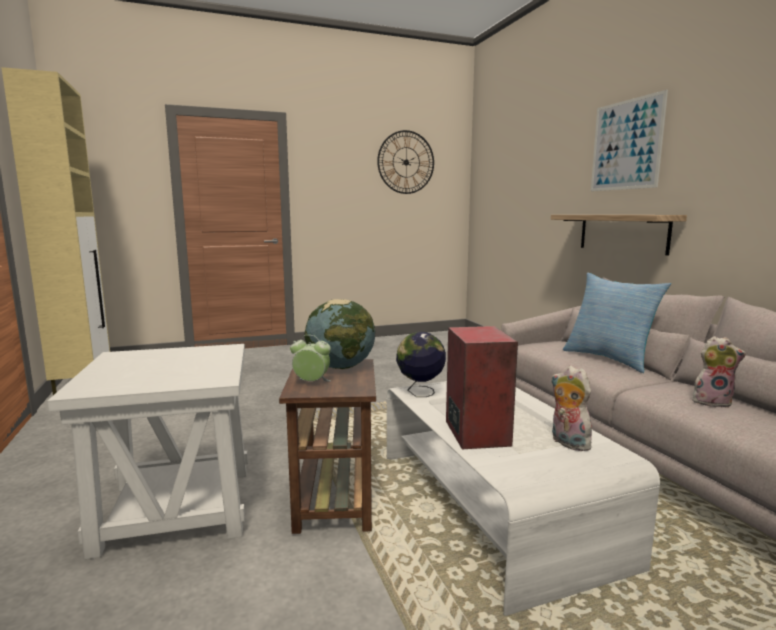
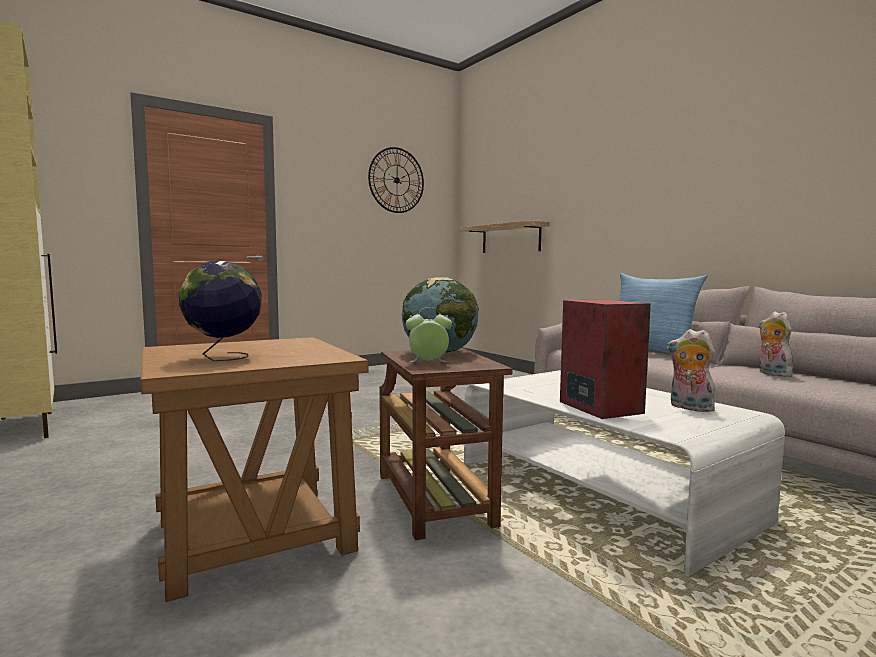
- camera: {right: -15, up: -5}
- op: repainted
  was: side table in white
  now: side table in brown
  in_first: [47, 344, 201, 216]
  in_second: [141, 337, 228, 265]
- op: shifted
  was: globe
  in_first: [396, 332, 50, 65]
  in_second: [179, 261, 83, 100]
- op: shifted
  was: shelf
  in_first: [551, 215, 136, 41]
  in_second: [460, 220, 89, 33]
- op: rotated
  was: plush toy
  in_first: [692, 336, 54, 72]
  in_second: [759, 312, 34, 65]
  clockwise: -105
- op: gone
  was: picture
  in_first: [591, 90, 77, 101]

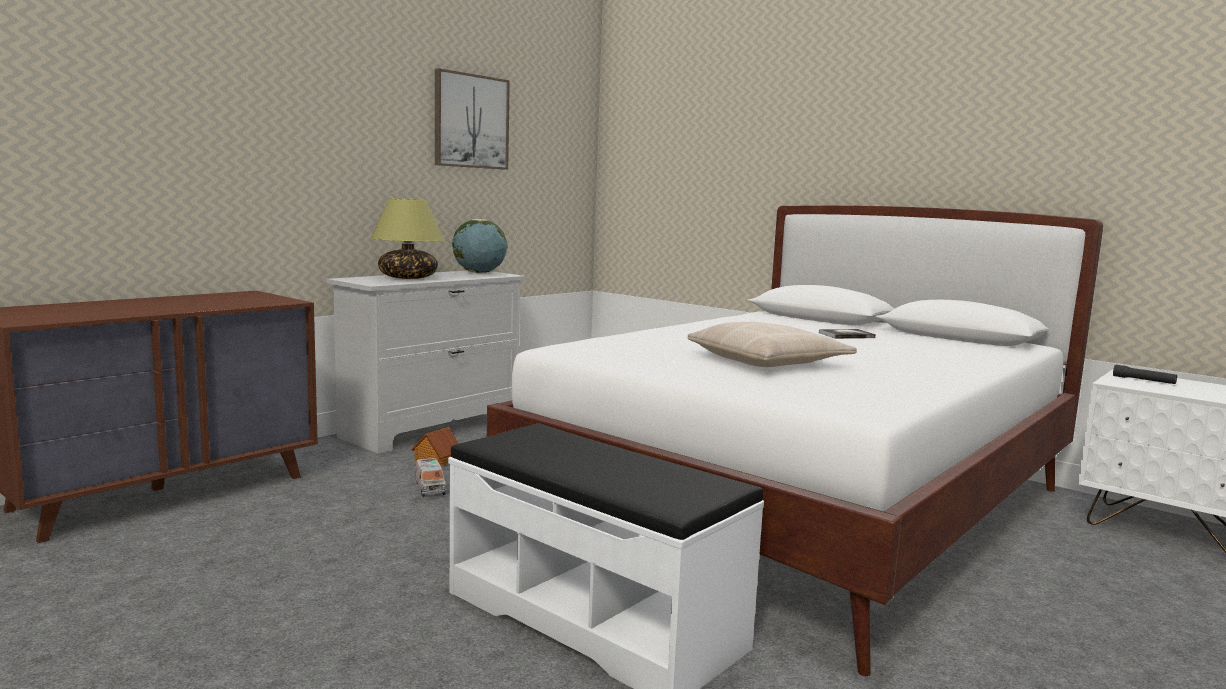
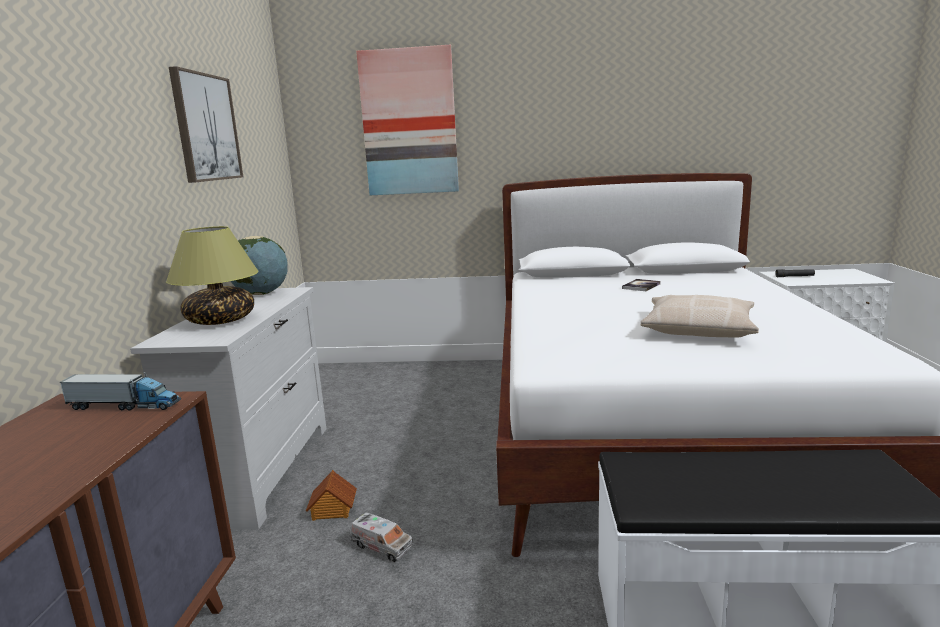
- camera: {right: -35, up: 5}
- op: new
  now: toy truck
  in_second: [59, 372, 122, 39]
- op: new
  now: picture
  in_second: [356, 45, 103, 150]

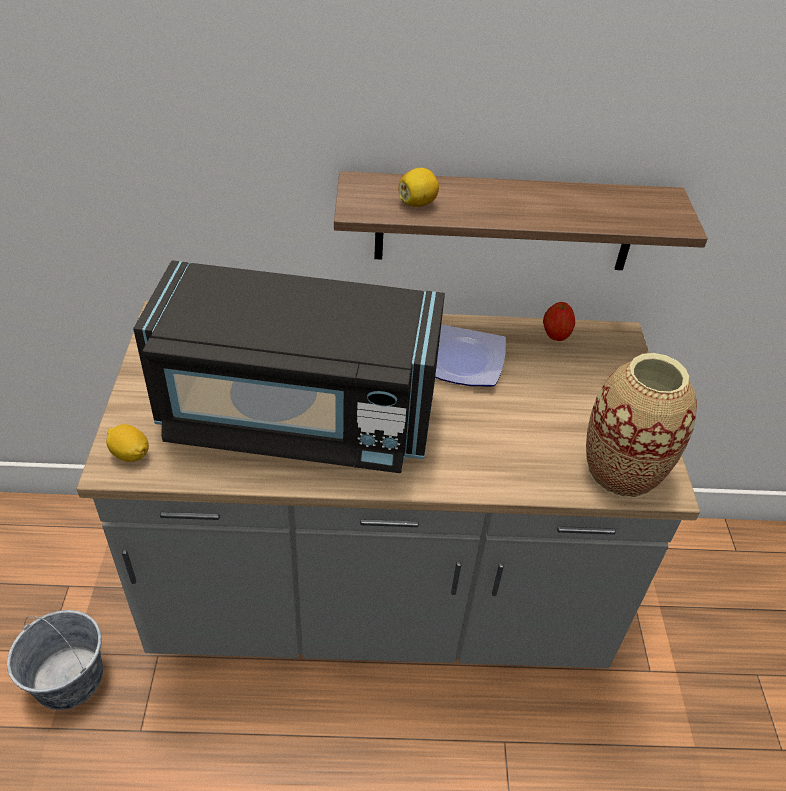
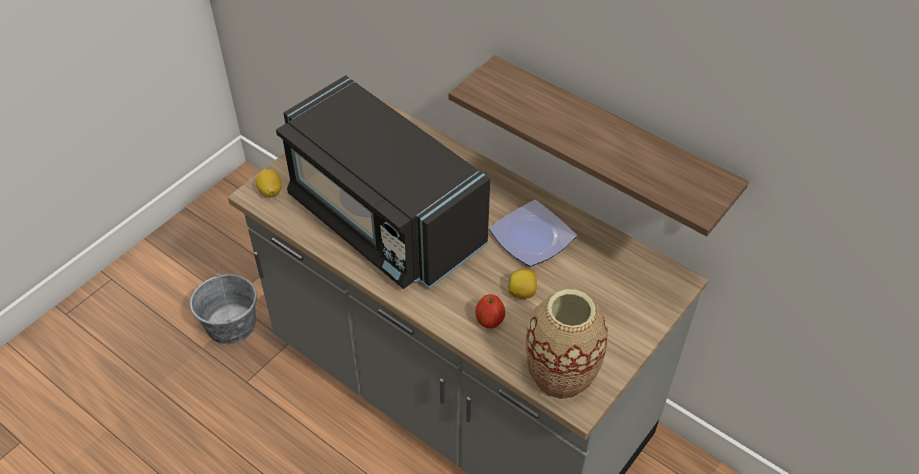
- camera: {right: 40, up: 5}
- op: shifted
  was: apple
  in_first: [543, 302, 32, 39]
  in_second: [475, 294, 30, 34]
- op: shifted
  was: lemon
  in_first: [398, 168, 41, 39]
  in_second: [507, 269, 30, 30]

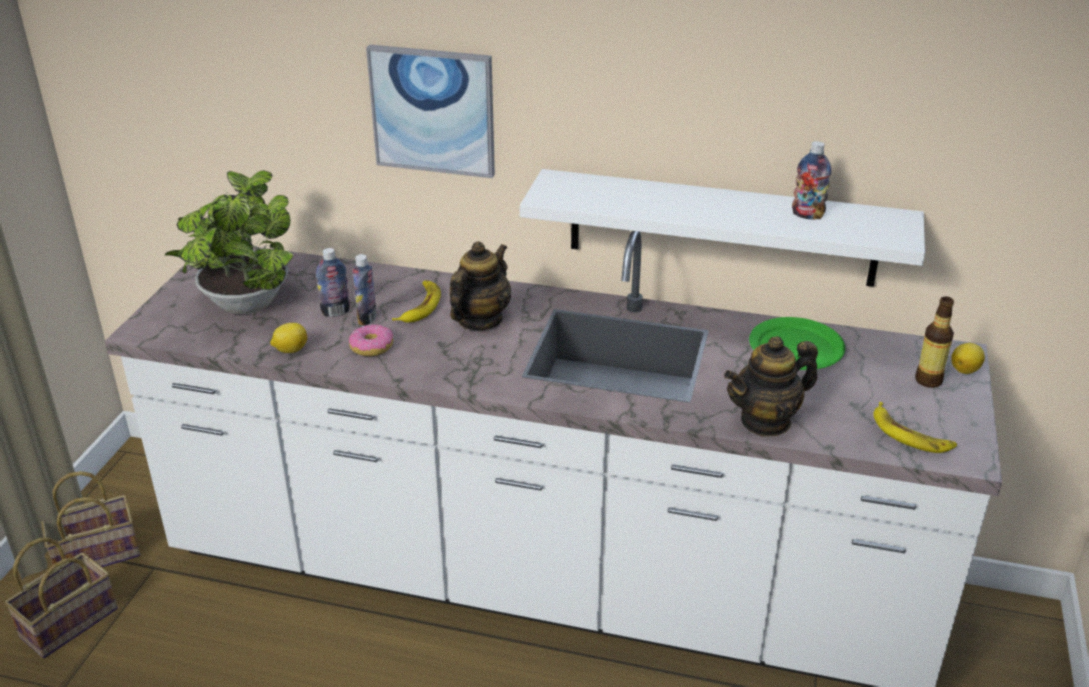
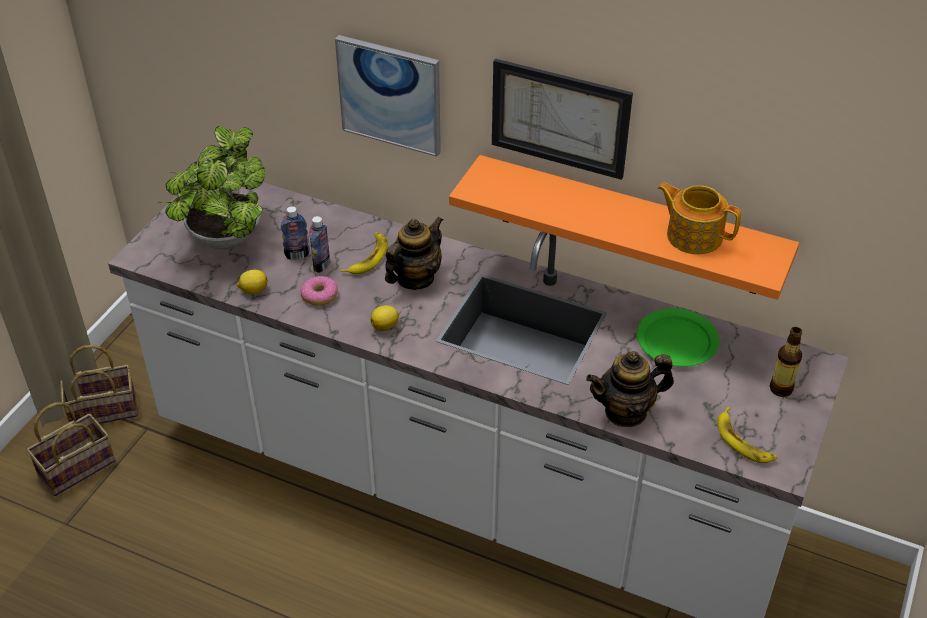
- camera: {right: 10, up: 10}
- op: shifted
  was: lemon
  in_first: [951, 343, 34, 31]
  in_second: [371, 305, 28, 26]
- op: repainted
  was: shelf in white
  now: shelf in orange
  in_first: [520, 169, 405, 118]
  in_second: [449, 155, 350, 145]
- op: new
  now: picture
  in_second: [492, 59, 141, 121]
- op: swapped
  was: bottle
  now: teapot
  in_first: [792, 141, 39, 79]
  in_second: [657, 183, 84, 71]

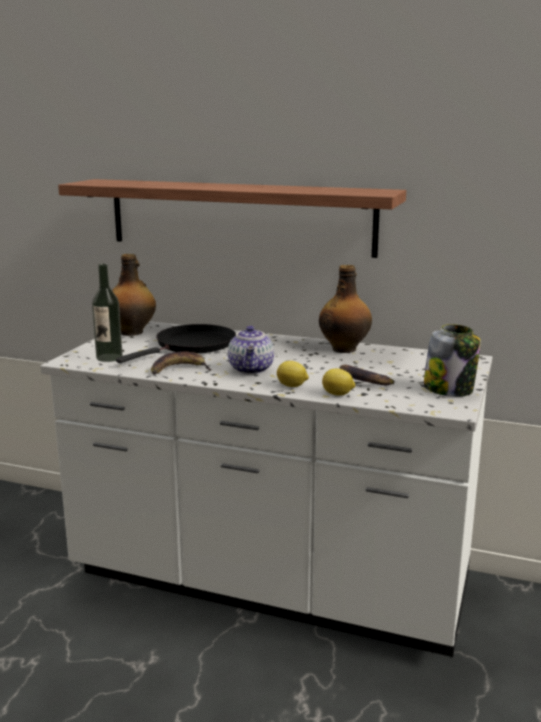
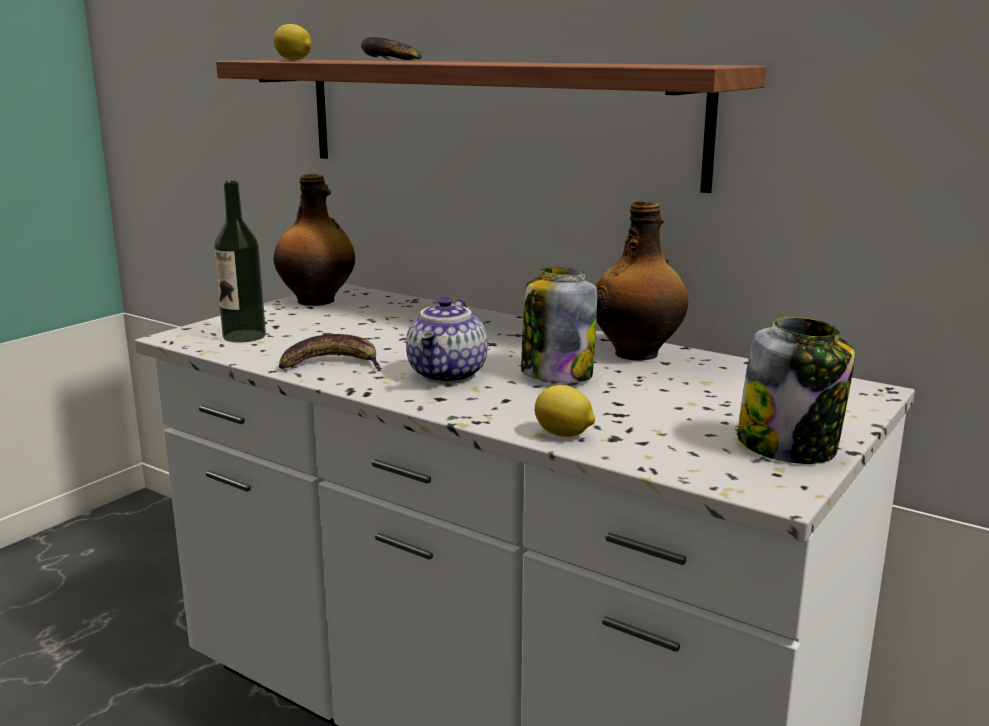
- camera: {right: 15, up: 0}
- op: shifted
  was: lemon
  in_first: [277, 361, 32, 26]
  in_second: [273, 24, 39, 36]
- op: shifted
  was: banana
  in_first: [339, 365, 55, 21]
  in_second: [361, 37, 61, 23]
- op: new
  now: jar
  in_second: [521, 267, 76, 116]
- op: gone
  was: frying pan in black
  in_first: [116, 324, 120, 39]

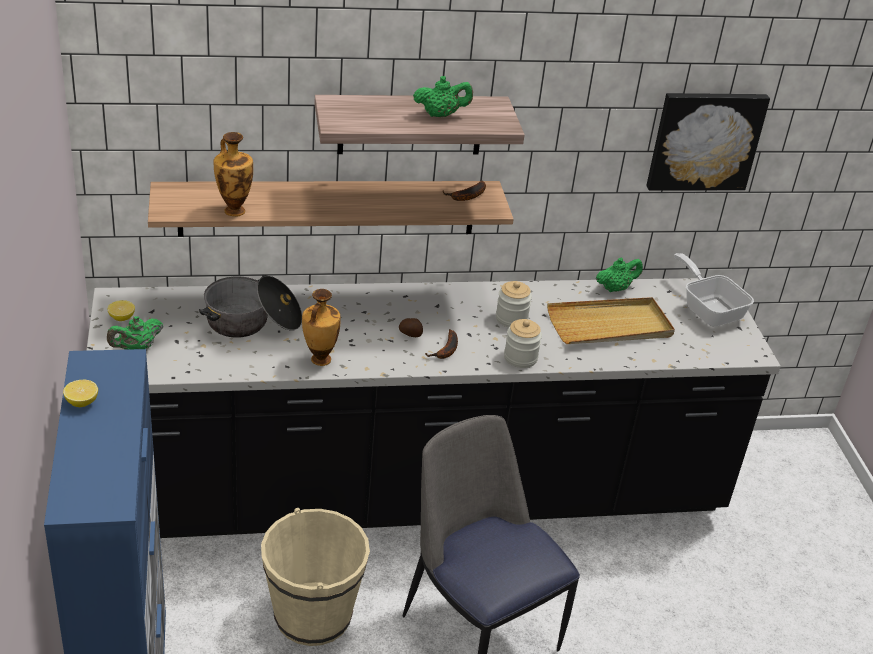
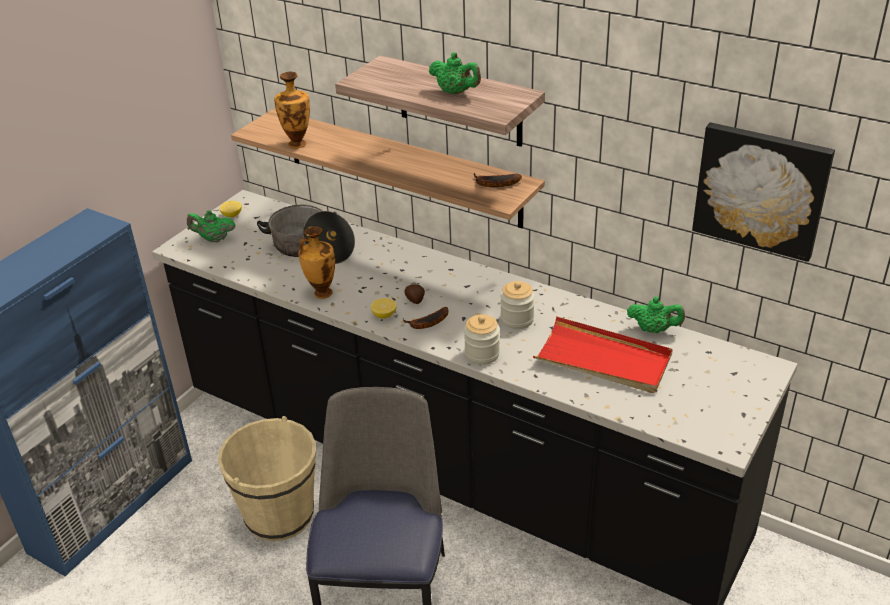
- camera: {right: 45, up: 0}
- op: shifted
  was: lemon
  in_first: [63, 380, 35, 27]
  in_second: [371, 298, 26, 21]
- op: repainted
  was: tray in beige
  now: tray in red
  in_first: [547, 297, 128, 47]
  in_second: [533, 316, 140, 77]
- op: gone
  was: frying pan
  in_first: [674, 253, 80, 74]

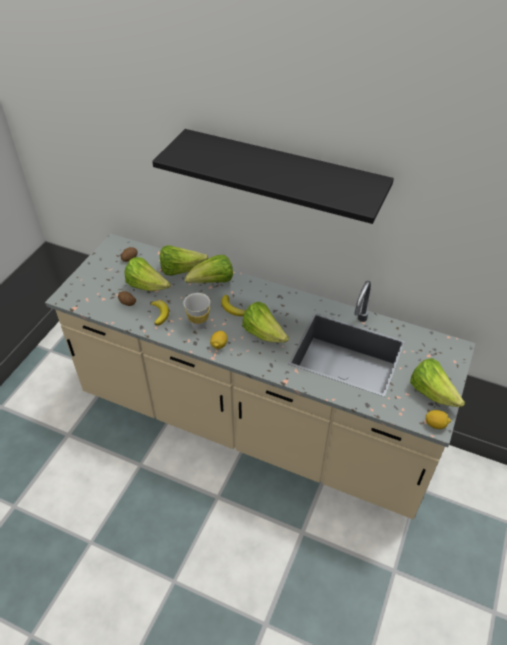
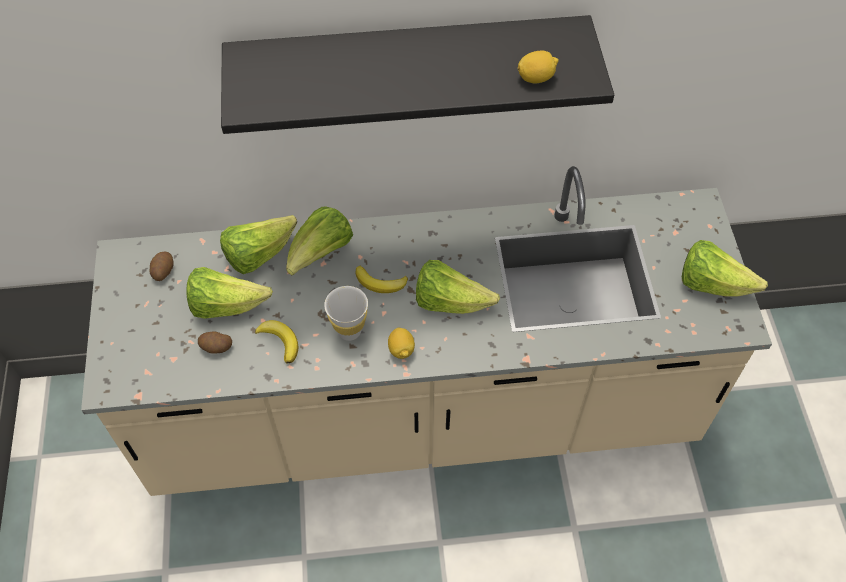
- camera: {right: -30, up: 10}
- op: shifted
  was: lemon
  in_first: [426, 410, 25, 19]
  in_second: [518, 51, 41, 32]

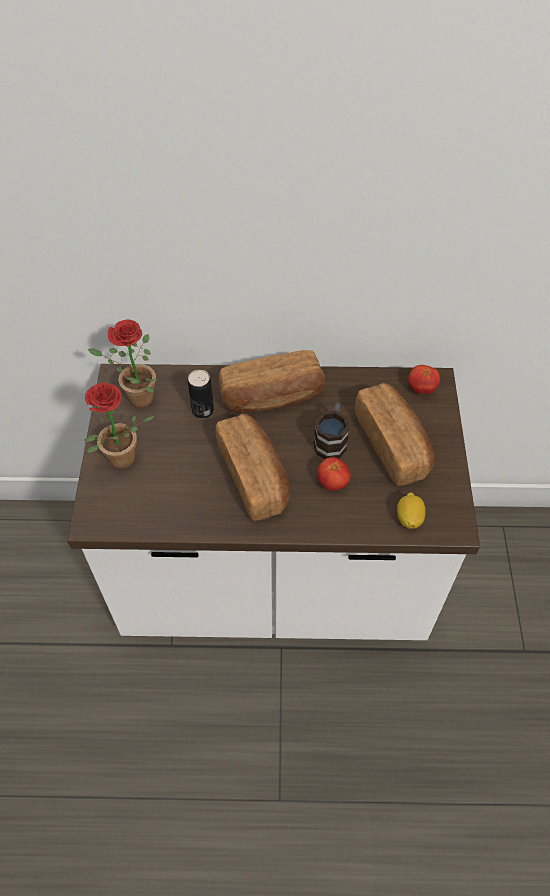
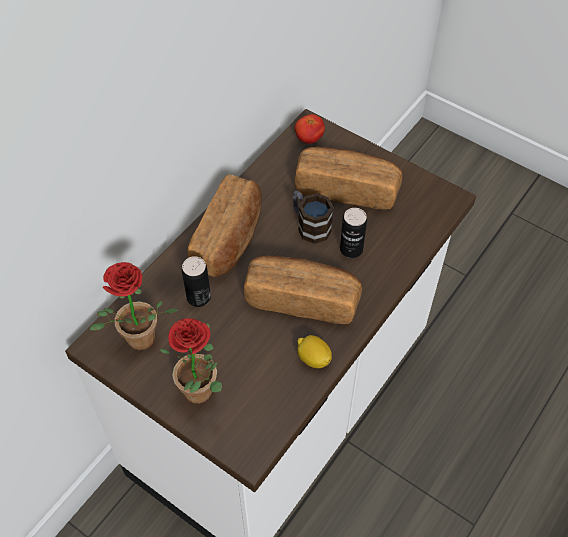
- camera: {right: -55, up: 0}
- op: shifted
  was: lemon
  in_first: [397, 492, 29, 37]
  in_second: [297, 335, 35, 33]
- op: swapped
  was: tomato
  now: can
  in_first: [317, 457, 34, 33]
  in_second: [340, 208, 27, 50]

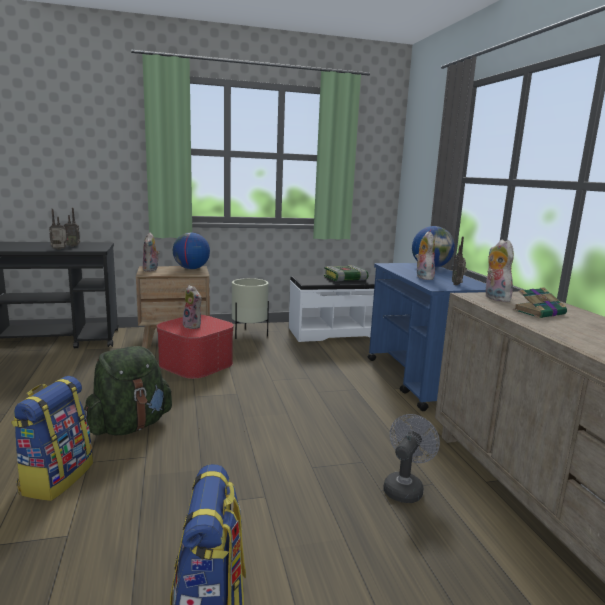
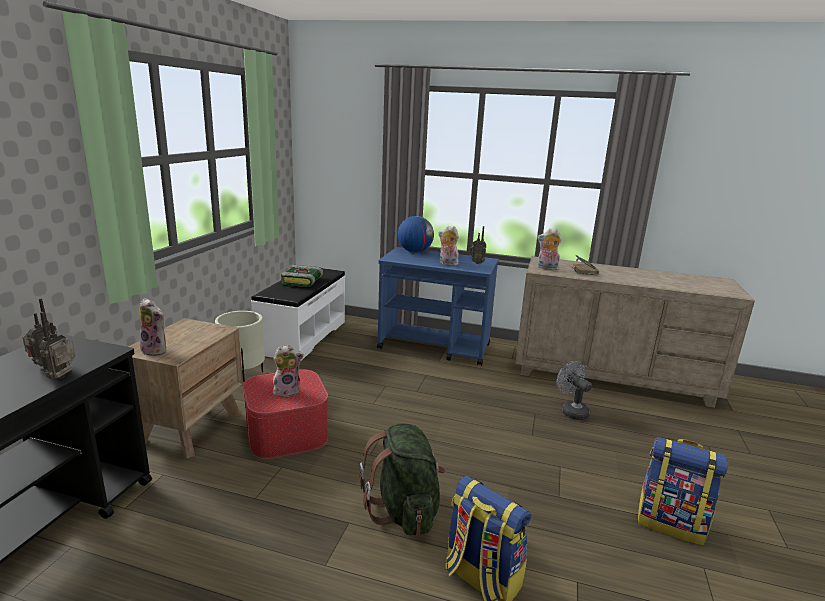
- camera: {right: -60, up: 5}
- op: gone
  was: globe
  in_first: [173, 233, 37, 36]

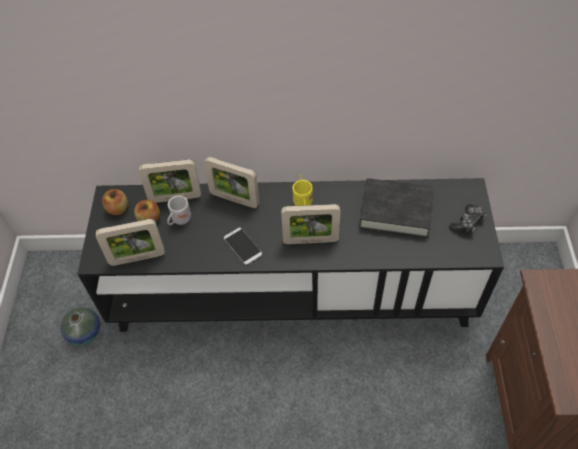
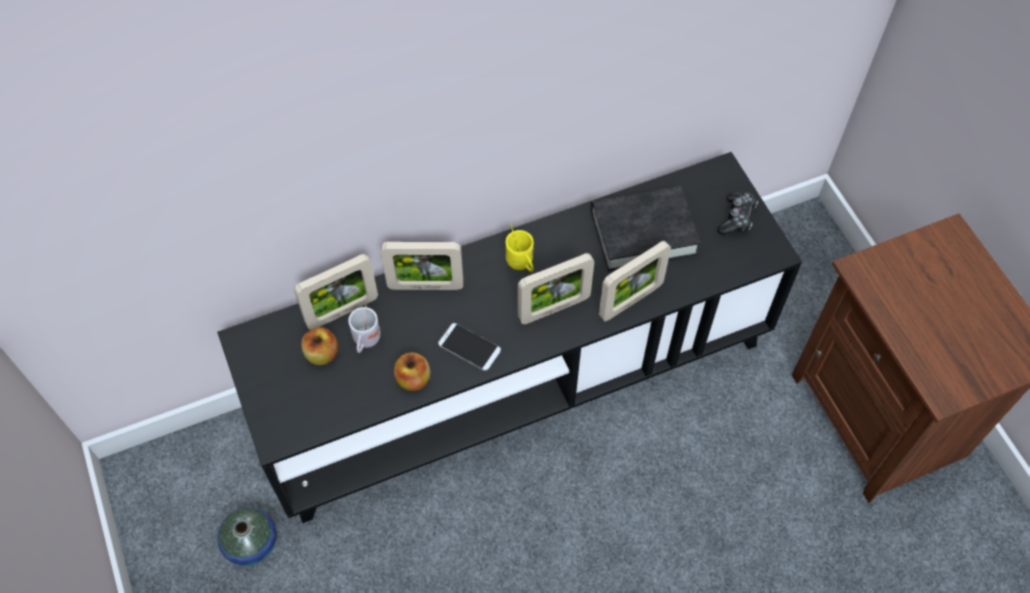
- camera: {right: -25, up: 5}
- op: shifted
  was: apple
  in_first: [102, 189, 26, 26]
  in_second: [394, 352, 37, 39]
- op: shifted
  was: picture frame
  in_first: [96, 219, 69, 47]
  in_second: [599, 241, 72, 80]

